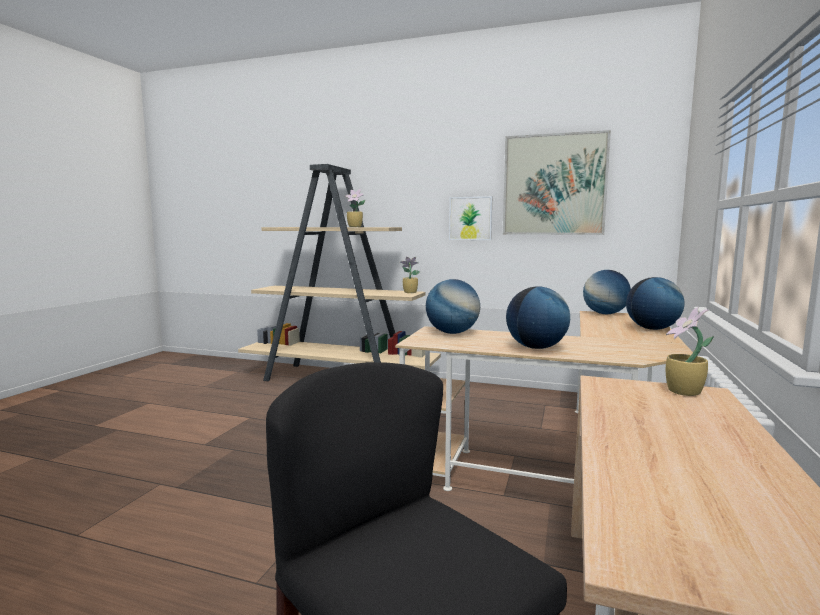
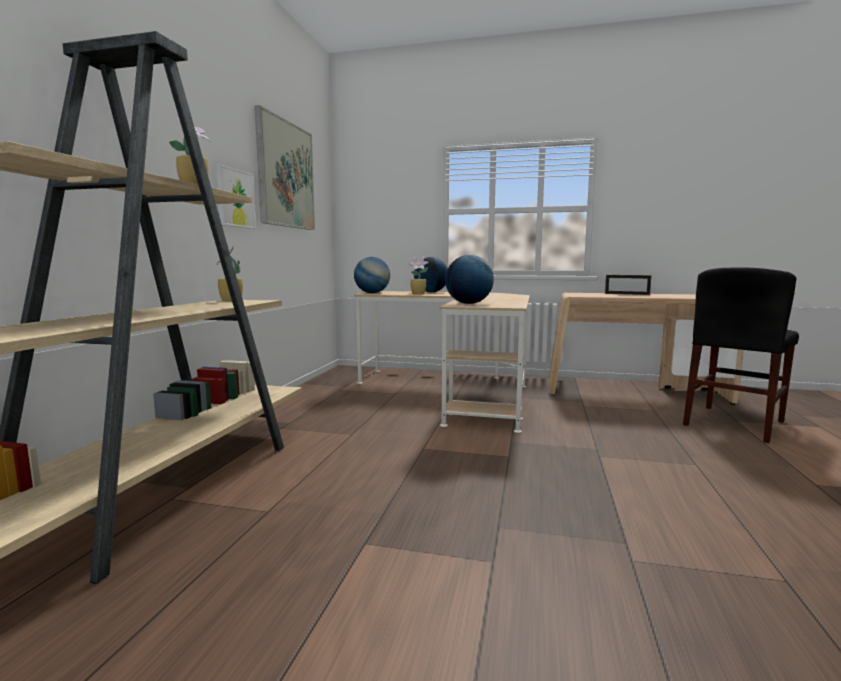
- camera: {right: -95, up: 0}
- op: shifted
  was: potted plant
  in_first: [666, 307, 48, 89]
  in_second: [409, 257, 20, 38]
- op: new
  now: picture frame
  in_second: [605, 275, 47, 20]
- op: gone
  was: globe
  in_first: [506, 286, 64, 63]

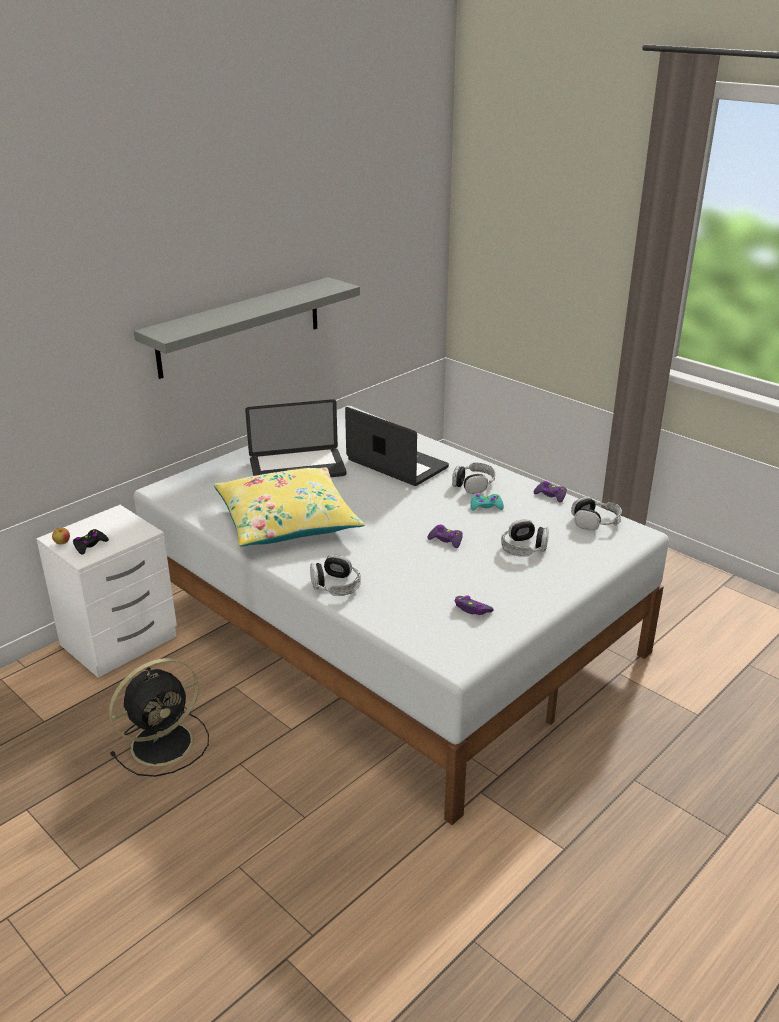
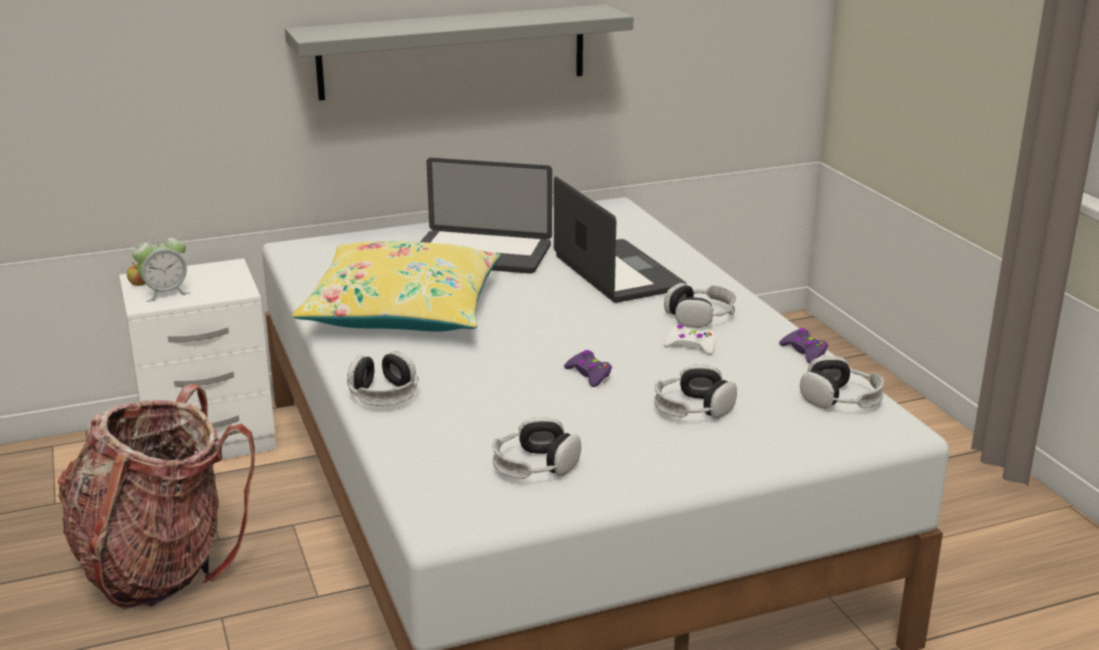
- camera: {right: 25, up: -5}
- op: swapped
  was: fan in black
  now: backpack
  in_first: [109, 658, 100, 119]
  in_second: [58, 384, 197, 226]
- op: swapped
  was: game controller in black
  now: alarm clock
  in_first: [73, 529, 36, 26]
  in_second: [132, 232, 58, 70]
- op: swapped
  was: game controller in purple
  now: headphones
  in_first: [455, 595, 39, 20]
  in_second: [492, 417, 89, 62]
- op: repainted
  was: game controller in turquoise
  now: game controller in white
  in_first: [471, 494, 33, 17]
  in_second: [663, 324, 53, 31]

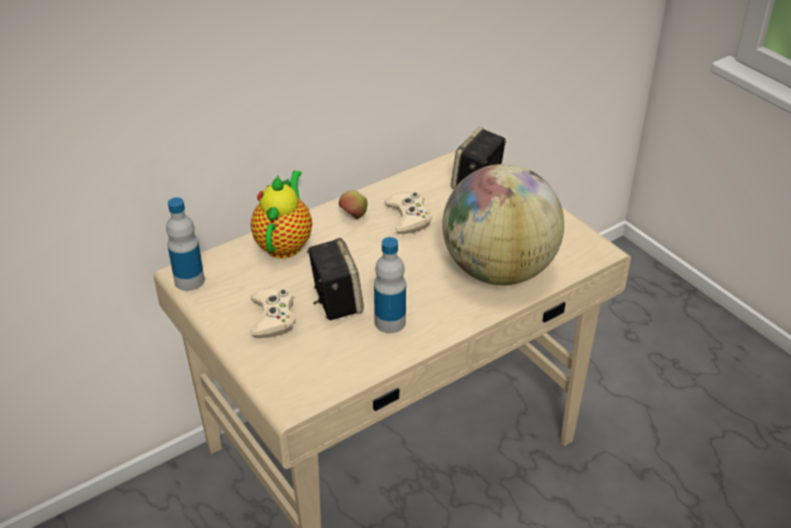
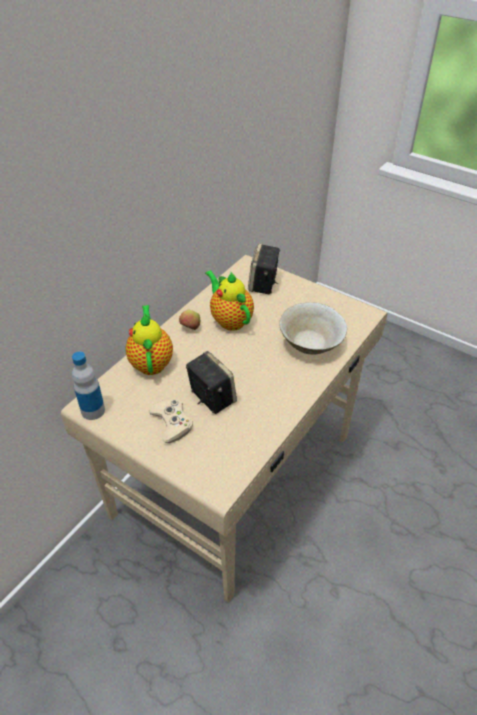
- camera: {right: -20, up: 5}
- op: swapped
  was: game controller in beige
  now: teapot
  in_first: [385, 192, 47, 42]
  in_second: [205, 270, 49, 61]
- op: swapped
  was: globe
  now: bowl in beige
  in_first: [442, 164, 122, 121]
  in_second: [279, 303, 68, 51]
- op: gone
  was: bottle
  in_first: [374, 237, 32, 96]

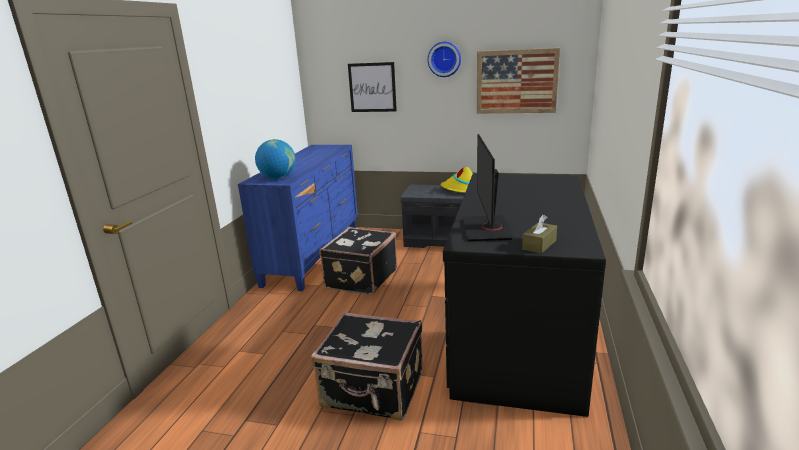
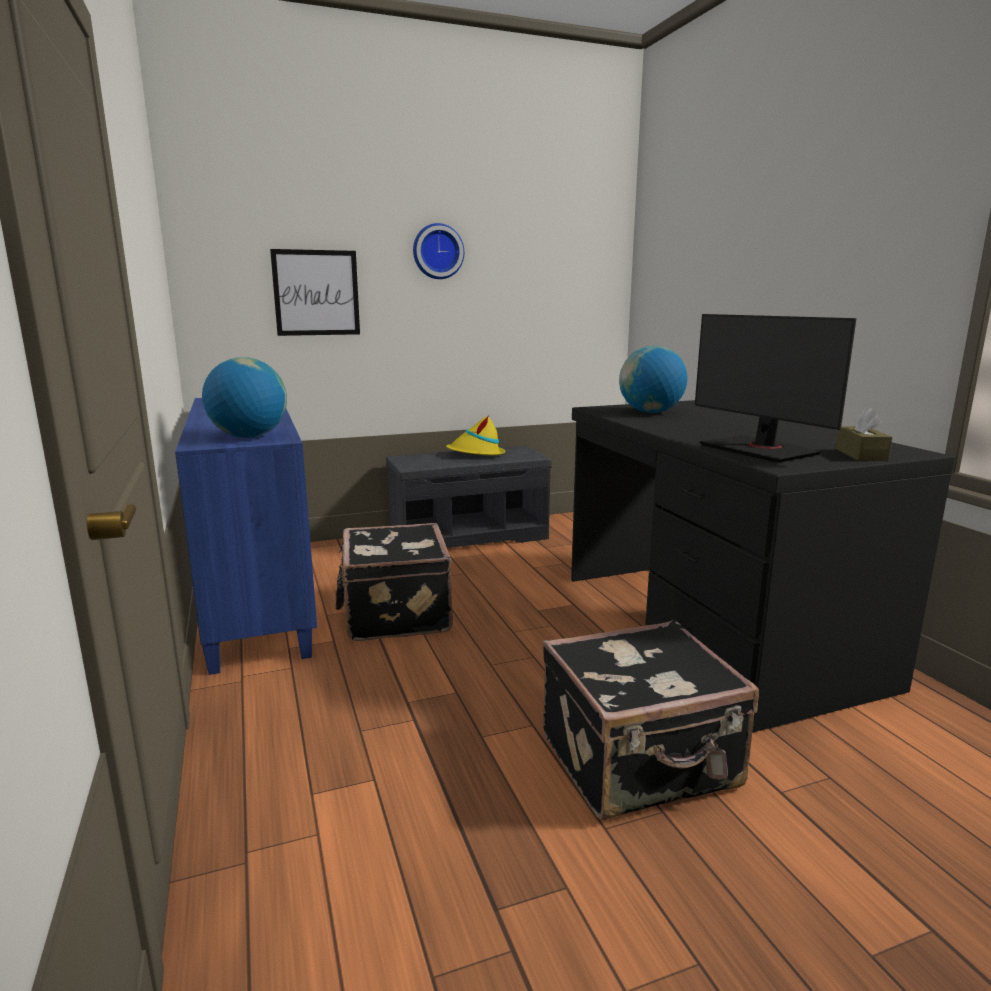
- camera: {right: -35, up: -5}
- op: new
  now: globe
  in_second: [619, 346, 69, 67]
- op: gone
  was: picture
  in_first: [477, 48, 83, 66]

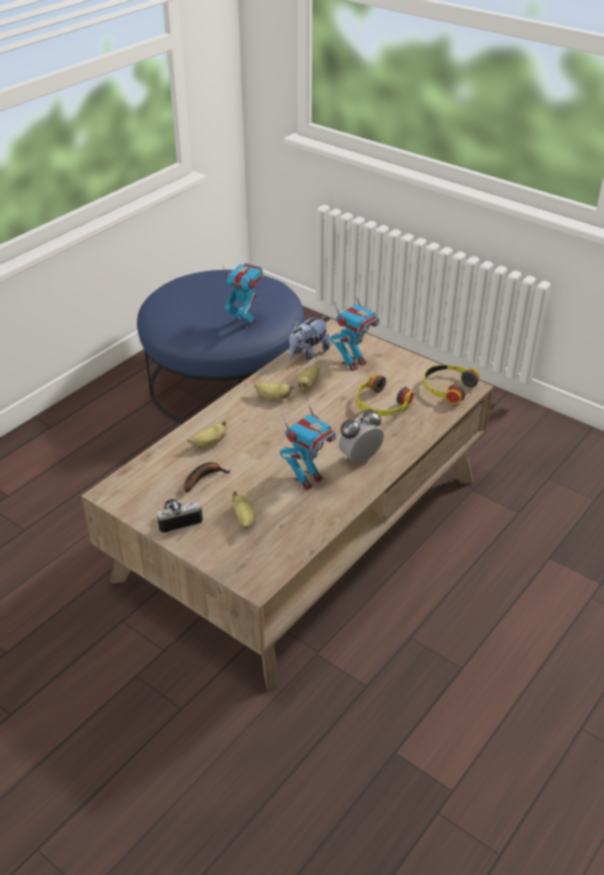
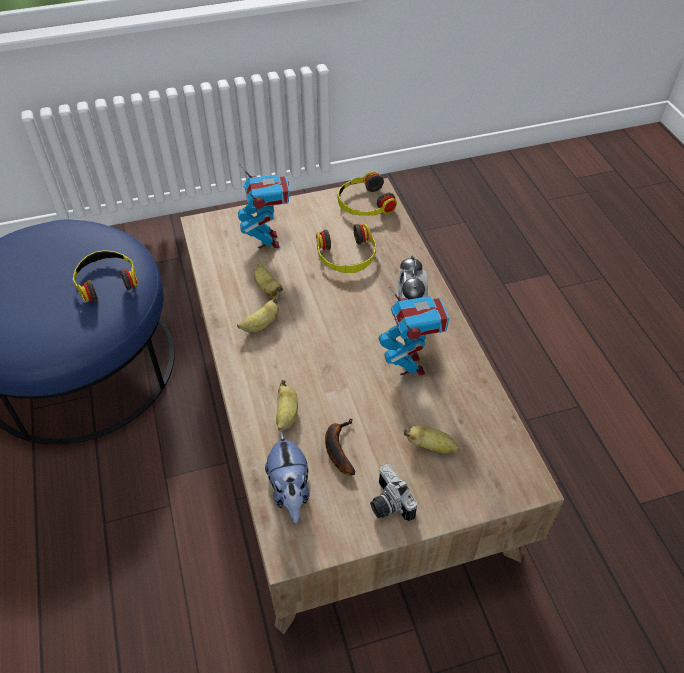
- camera: {right: -55, up: 10}
- op: swapped
  was: toy robot
  now: headphones
  in_first: [222, 263, 42, 65]
  in_second: [73, 250, 64, 52]
- op: shifted
  was: plush toy
  in_first: [289, 316, 41, 44]
  in_second: [265, 432, 45, 91]
- op: rotated
  was: photo camera
  in_first: [157, 499, 46, 34]
  in_second: [370, 464, 47, 58]
  clockwise: -45

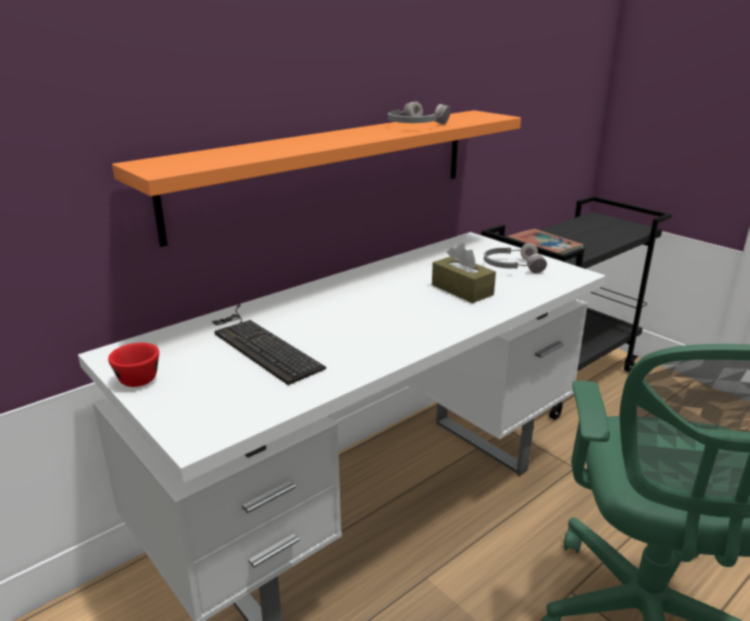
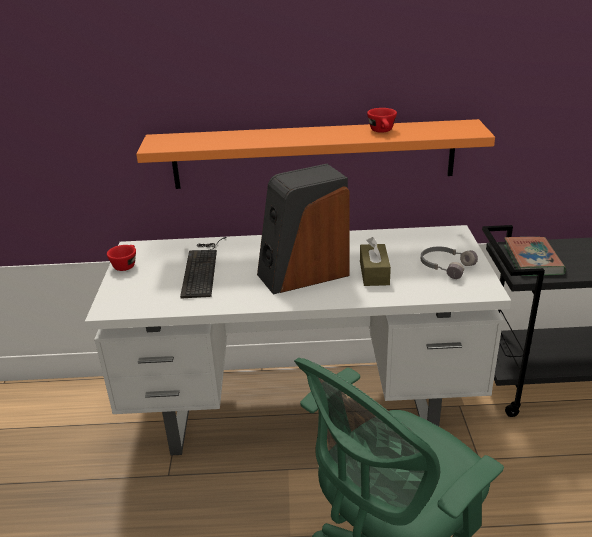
- camera: {right: 40, up: 5}
- op: new
  now: speaker
  in_second: [257, 164, 93, 131]
- op: swapped
  was: headphones in grey
  now: cup in red
  in_first: [388, 101, 63, 24]
  in_second: [367, 108, 30, 25]

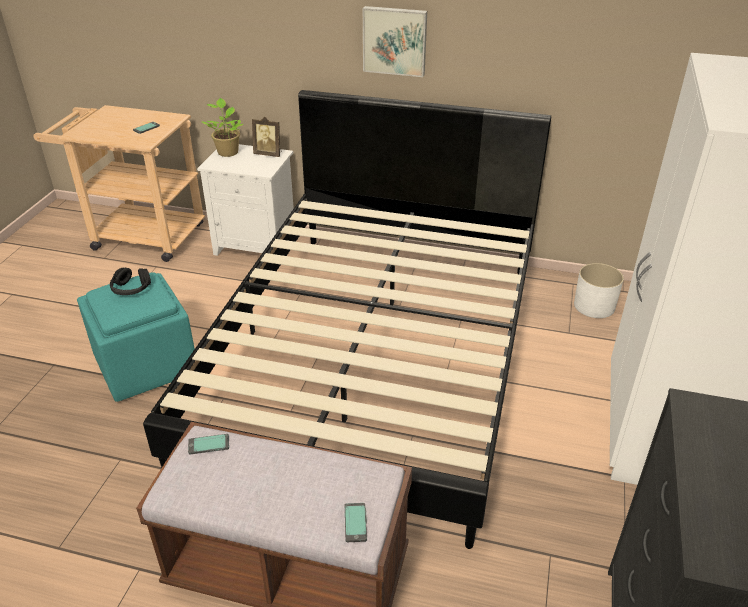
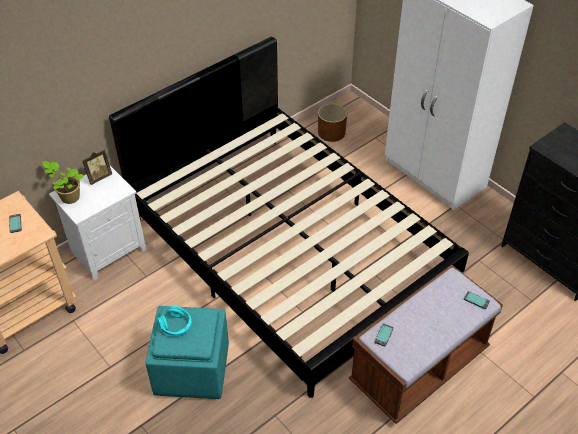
- camera: {right: -55, up: 10}
- op: repainted
  was: headphones in black
  now: headphones in turquoise
  in_first: [110, 268, 41, 27]
  in_second: [158, 306, 34, 30]
- op: repainted
  was: planter in white
  now: planter in brown
  in_first: [574, 263, 50, 55]
  in_second: [318, 104, 29, 38]
- op: gone
  was: picture
  in_first: [363, 6, 64, 71]

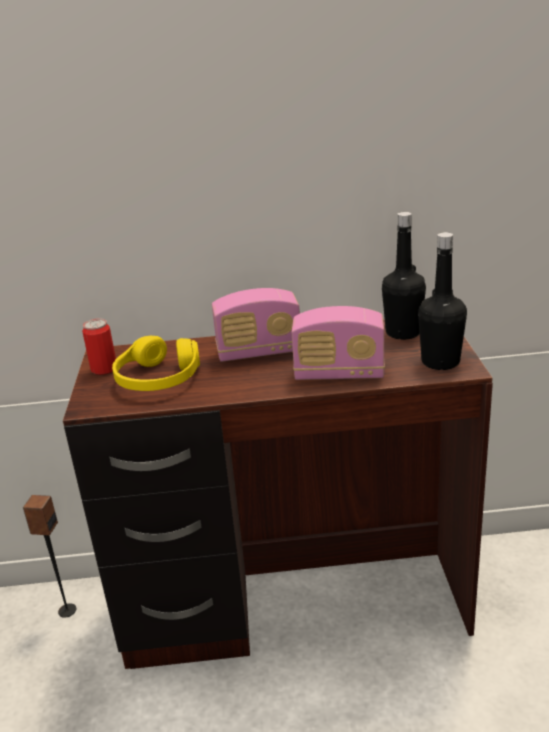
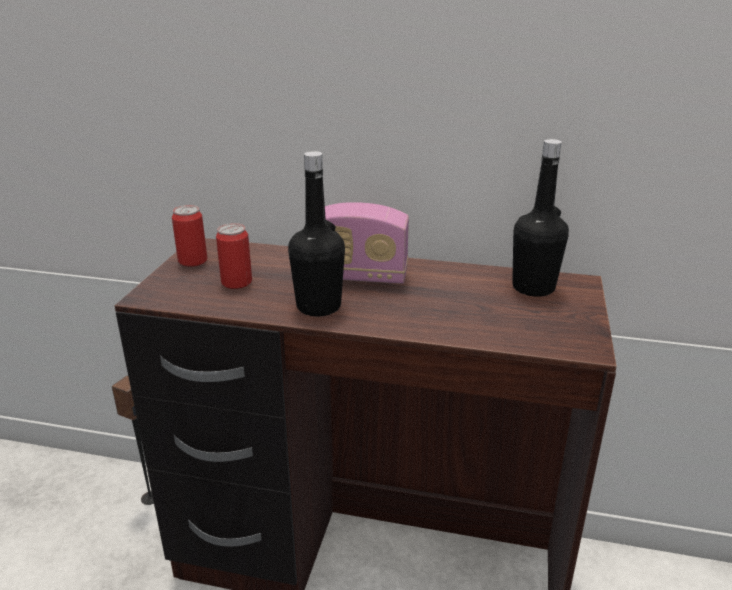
- camera: {right: 15, up: 0}
- op: swapped
  was: headphones in yellow
  now: can
  in_first: [112, 336, 88, 55]
  in_second: [216, 223, 36, 66]
- op: shifted
  was: bottle in black
  in_first: [418, 232, 49, 138]
  in_second: [288, 151, 57, 165]
- op: gone
  was: radio
  in_first: [291, 306, 94, 74]

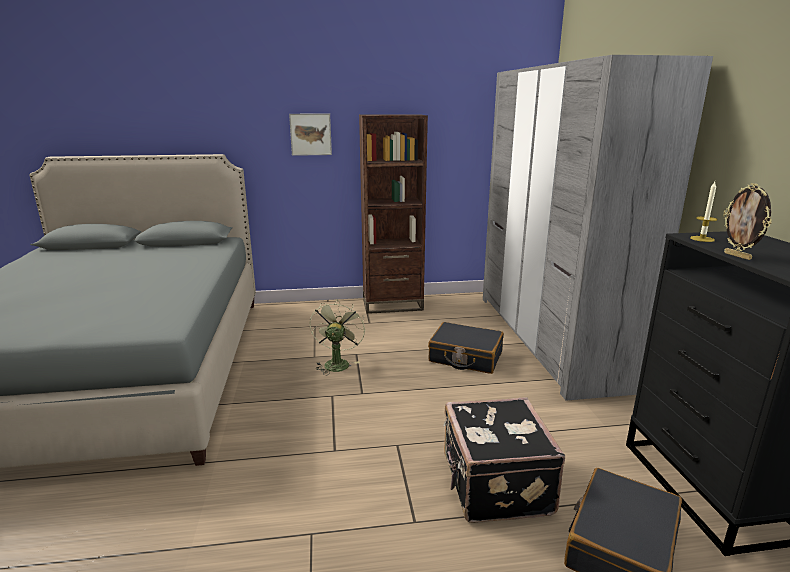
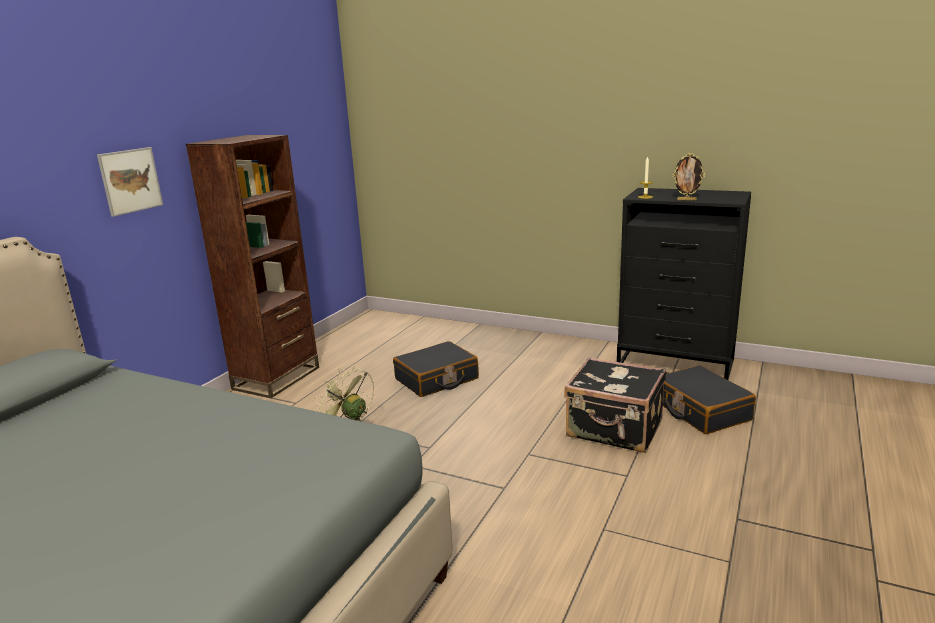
- camera: {right: -55, up: 0}
- op: gone
  was: wardrobe in grey
  in_first: [483, 55, 230, 346]

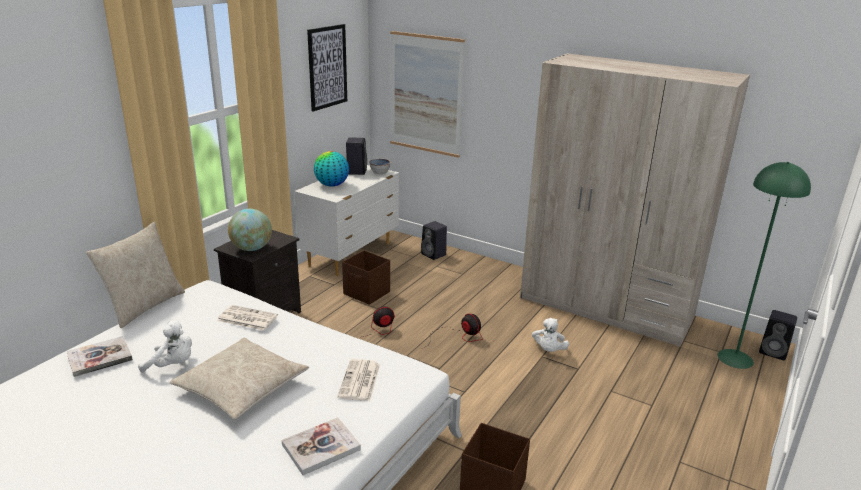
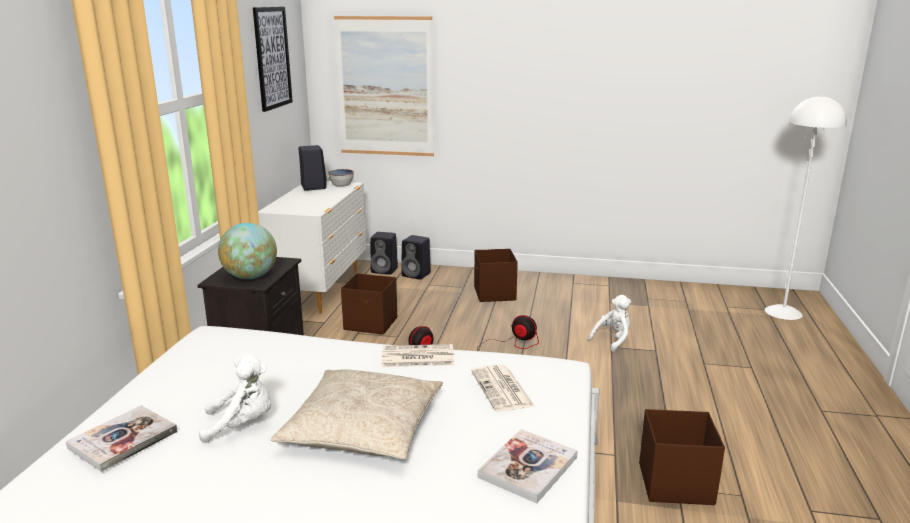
- camera: {right: -20, up: -5}
- op: shifted
  was: speaker in black
  in_first: [759, 310, 38, 50]
  in_second: [370, 232, 28, 43]
- op: shifted
  was: newspaper
  in_first: [217, 305, 61, 26]
  in_second: [381, 344, 74, 23]
- op: new
  now: storage box in brown
  in_second: [474, 249, 44, 53]
- op: rotated
  was: plush toy in white
  in_first: [532, 318, 37, 34]
  in_second: [588, 295, 43, 57]
  clockwise: -120
- op: repainted
  was: floor lamp in green
  now: floor lamp in white
  in_first: [718, 162, 93, 207]
  in_second: [765, 95, 82, 225]
- op: gone
  was: pillow in beige
  in_first: [86, 222, 99, 106]
- op: gone
  was: globe
  in_first: [314, 151, 35, 36]
- op: gone
  was: wardrobe in beige
  in_first: [520, 53, 230, 294]

